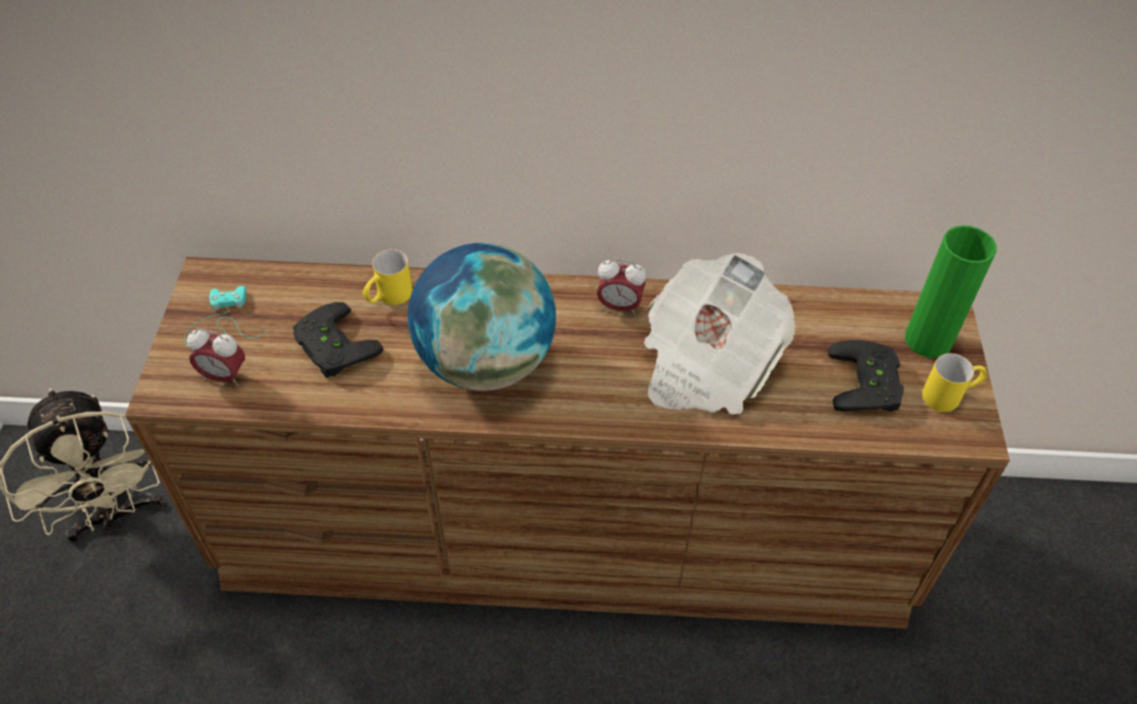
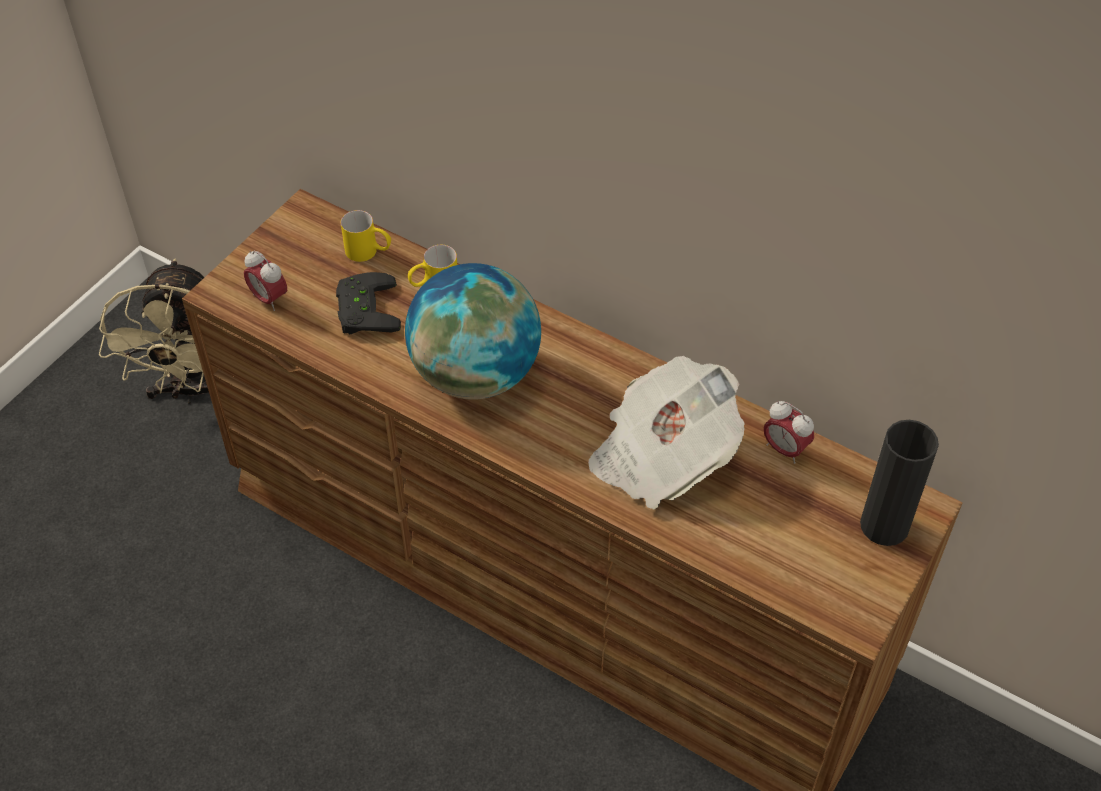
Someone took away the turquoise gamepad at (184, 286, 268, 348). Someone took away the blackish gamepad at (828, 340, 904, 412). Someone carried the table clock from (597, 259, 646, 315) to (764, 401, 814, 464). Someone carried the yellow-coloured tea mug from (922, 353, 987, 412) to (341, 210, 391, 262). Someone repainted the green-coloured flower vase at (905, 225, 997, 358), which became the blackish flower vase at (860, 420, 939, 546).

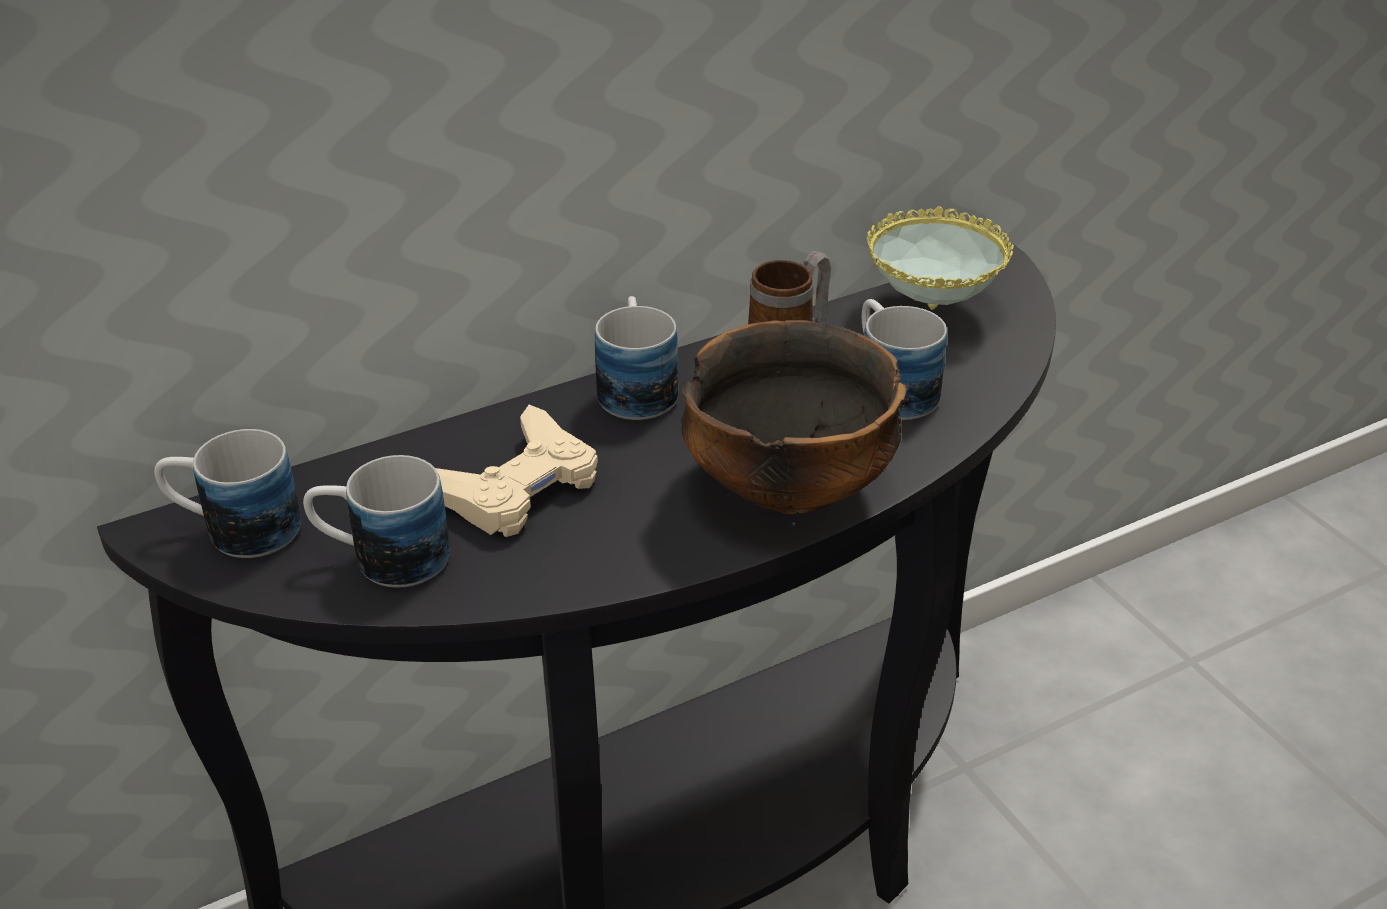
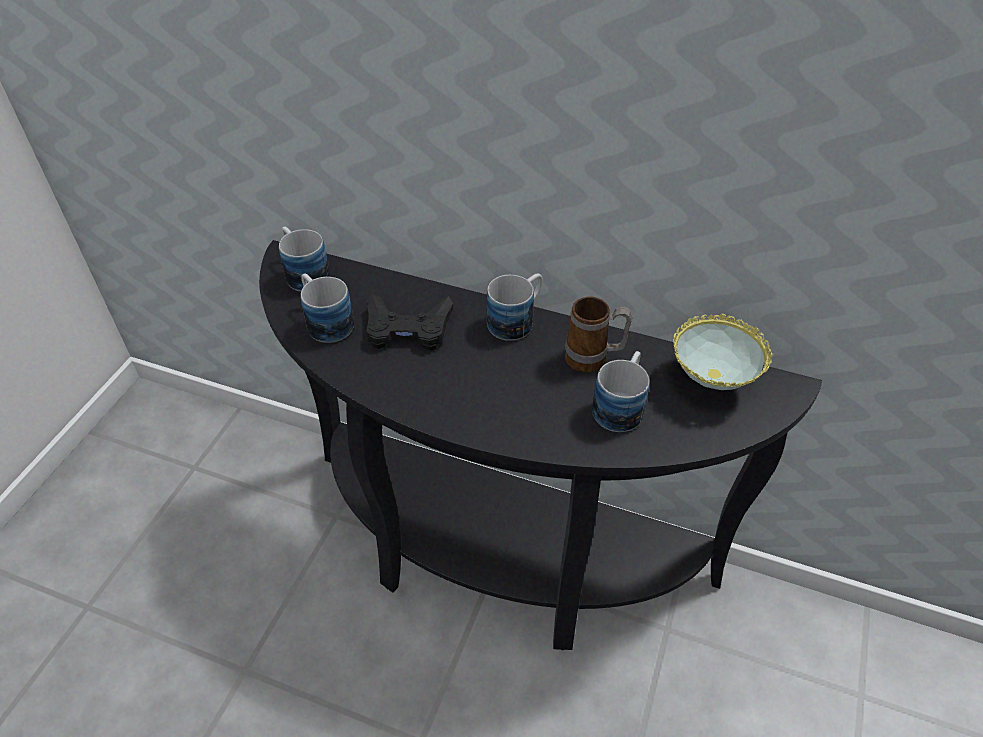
Someone took away the deep dish at (681, 320, 907, 514). Someone repainted the beige gamepad at (435, 405, 598, 537), which became the blackish gamepad at (366, 294, 453, 351).

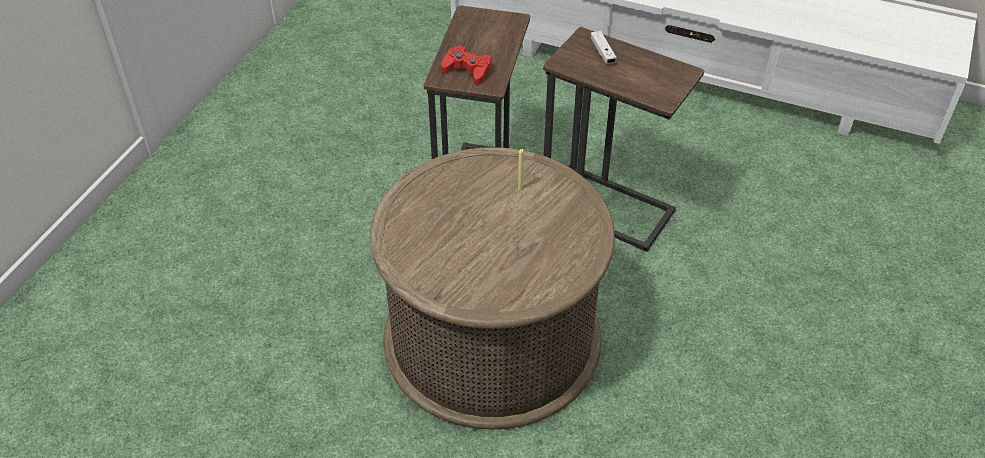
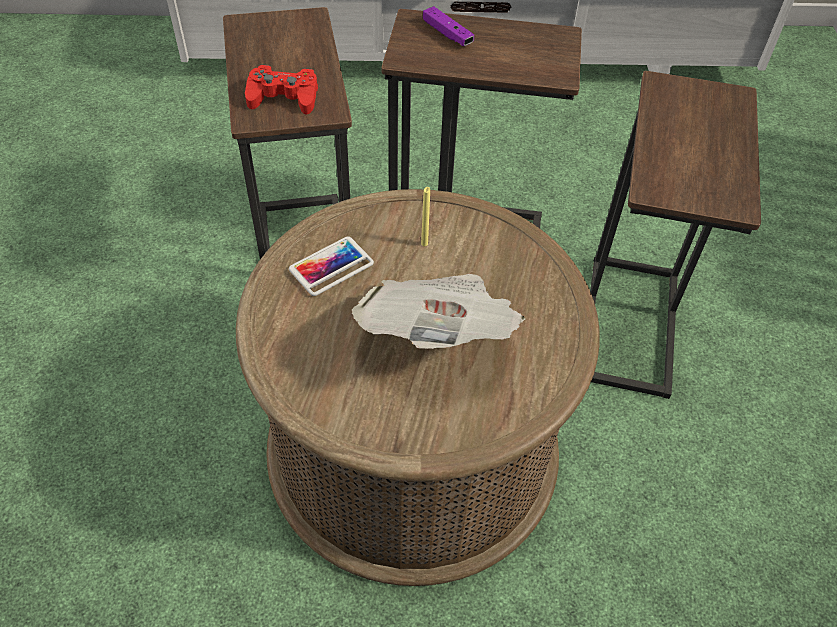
Someone put down the telephone at (289, 236, 374, 296). Someone put down the printed paper at (352, 274, 526, 349). Someone put down the brown side table at (590, 71, 761, 399). Someone repainted the whitish gamepad at (591, 31, 617, 64), which became the purplish gamepad at (423, 6, 474, 46).

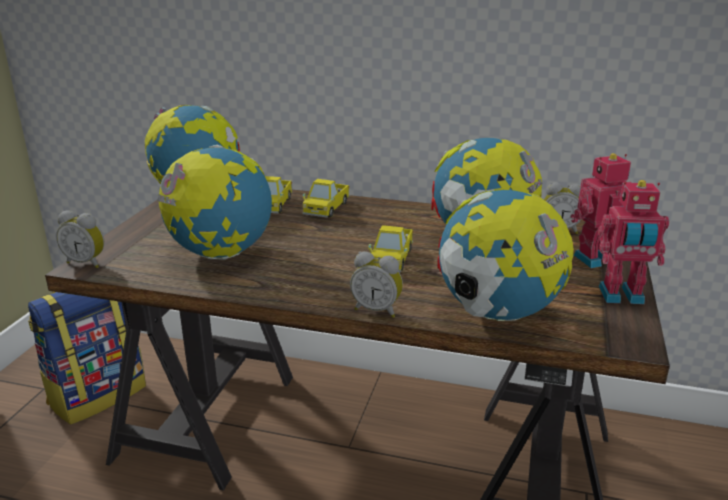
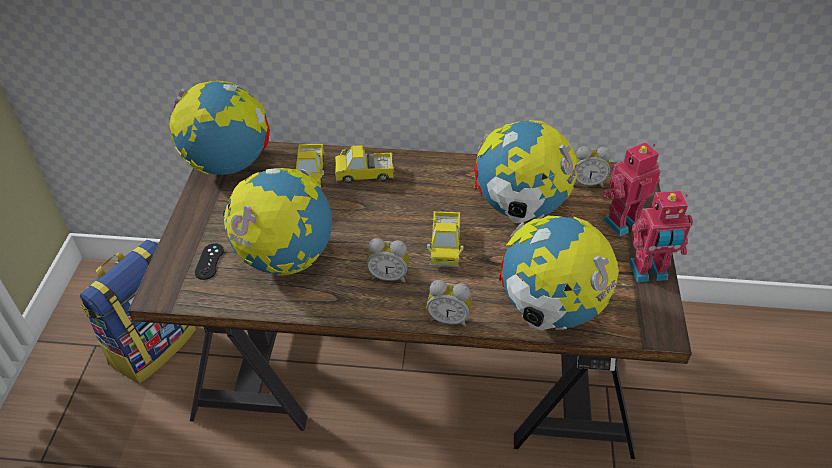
Someone put down the blackish gamepad at (195, 243, 224, 280). Someone carried the table clock from (56, 210, 104, 268) to (366, 238, 409, 283). Someone rotated the model truck at (302, 179, 350, 218) by 75 degrees clockwise.

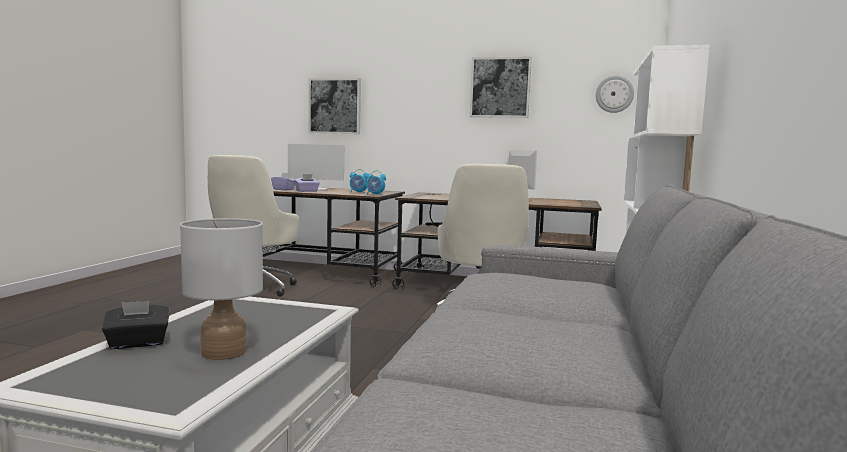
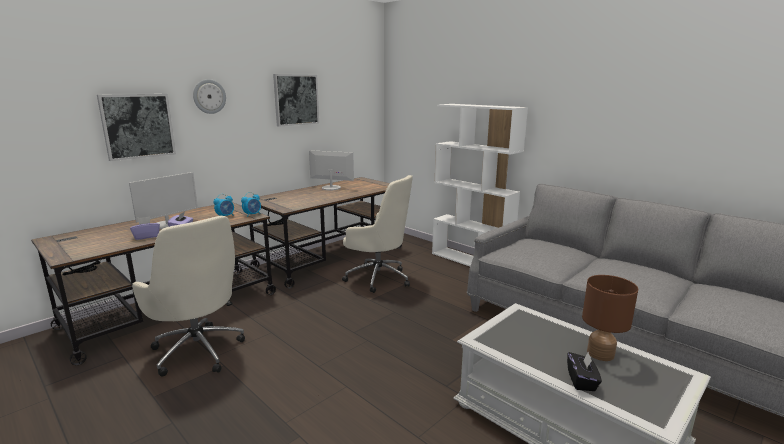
Someone carried the hanging clock from (596, 75, 634, 113) to (193, 79, 226, 114). Someone repainted the grey tabletop lamp at (180, 218, 263, 360), which became the brown tabletop lamp at (582, 275, 638, 361).

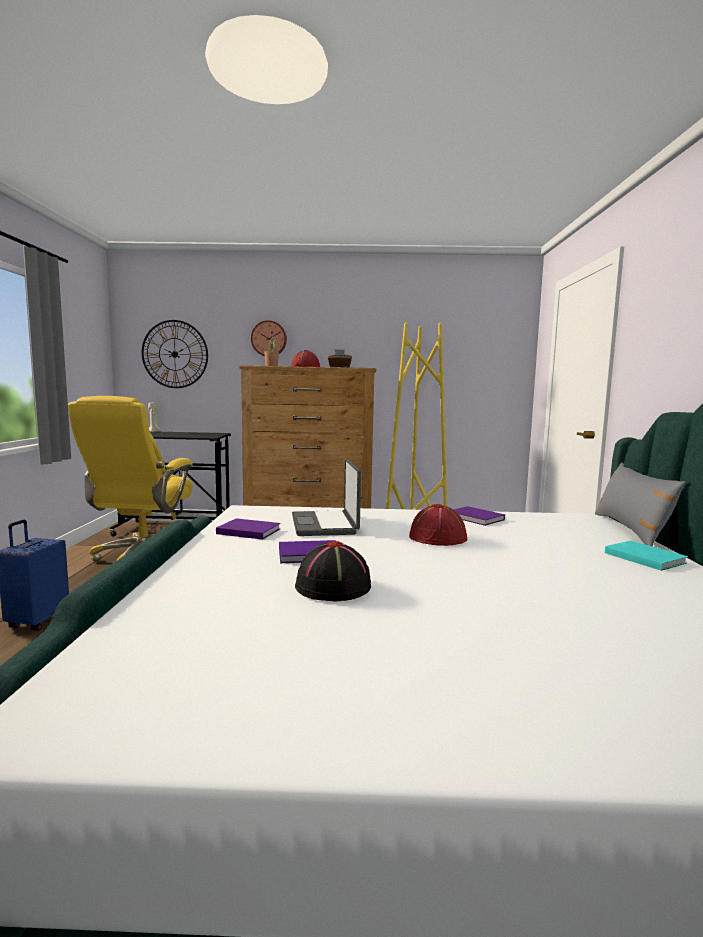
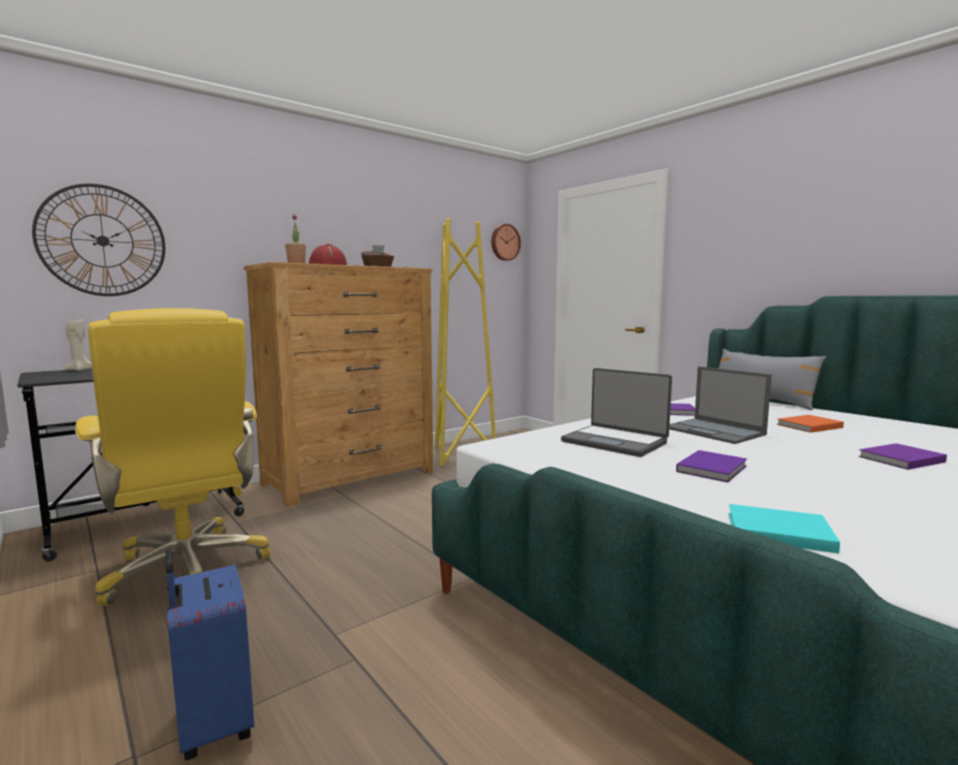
Someone took away the blackish wearable hat at (295, 541, 371, 601). Someone put down the orange book at (777, 415, 844, 433). Someone carried the purplish book from (216, 518, 280, 540) to (859, 443, 947, 470). Someone carried the hanging clock from (251, 320, 287, 356) to (491, 224, 521, 261). Someone carried the turquoise book from (605, 541, 688, 571) to (728, 504, 840, 554). Someone swapped the red-coloured wearable hat at (409, 504, 467, 546) for the portable computer at (669, 366, 772, 444).

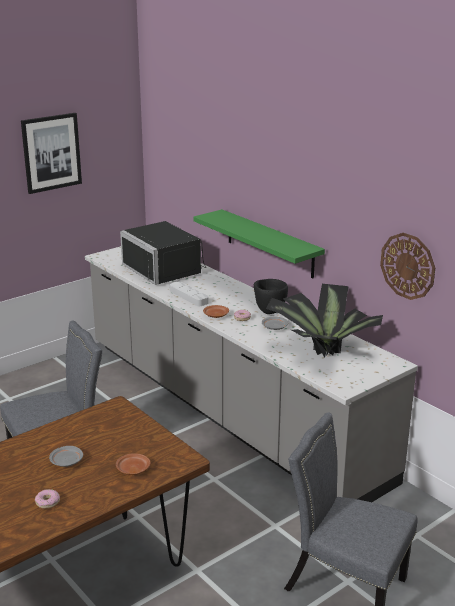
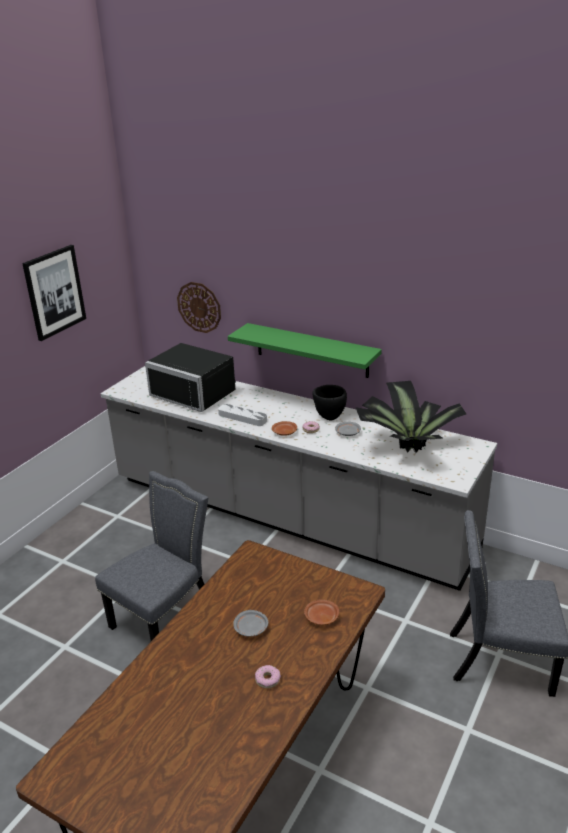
Someone carried the hanging clock from (380, 233, 435, 300) to (177, 282, 221, 333).

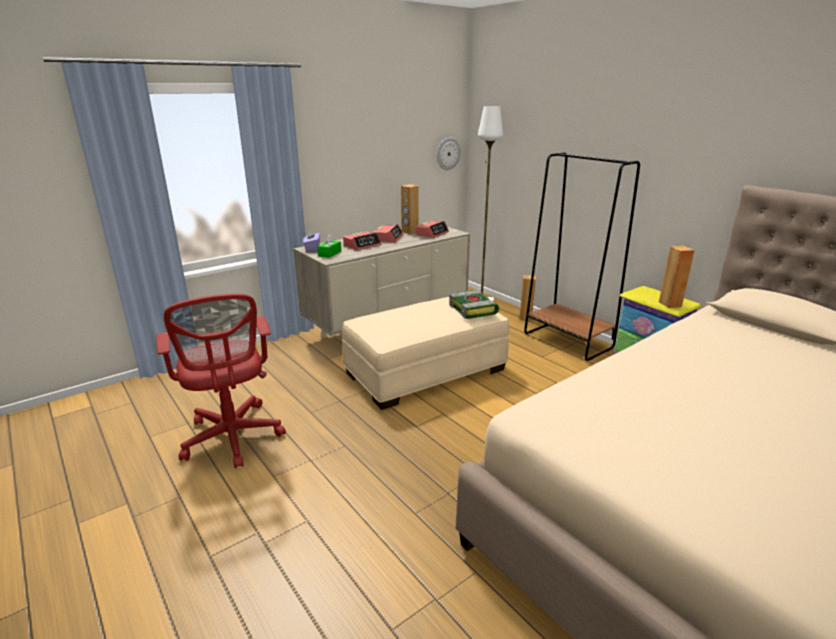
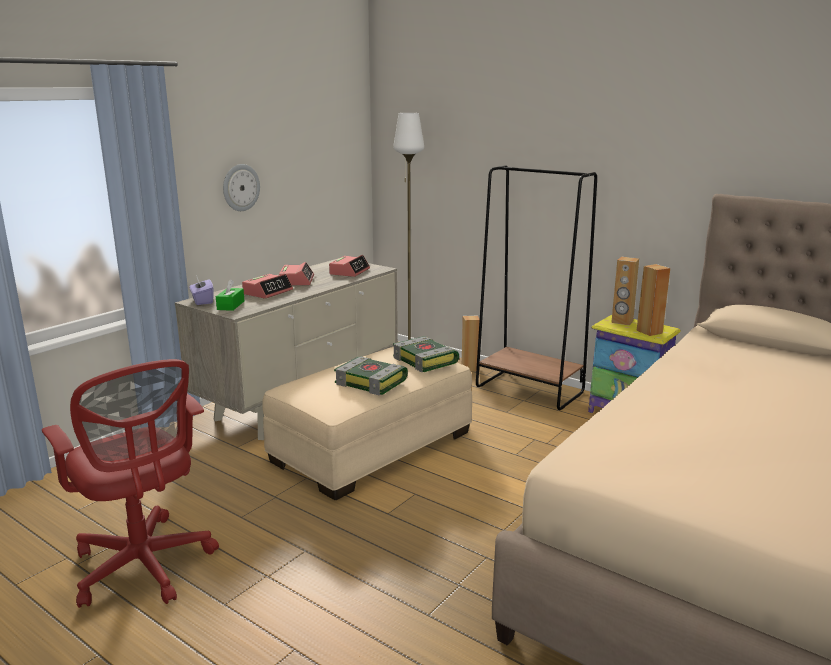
Someone put down the book at (334, 356, 408, 395). Someone carried the brown loudspeaker from (401, 184, 419, 234) to (611, 257, 639, 325). Someone carried the hanging clock from (437, 138, 461, 170) to (223, 164, 260, 211).

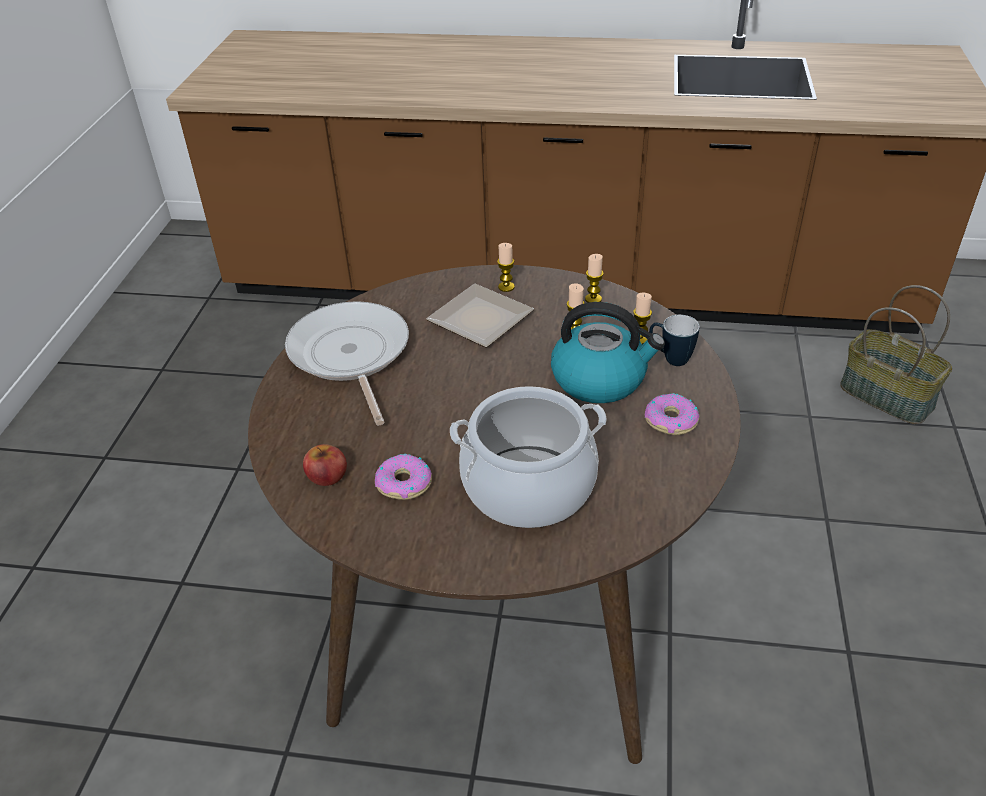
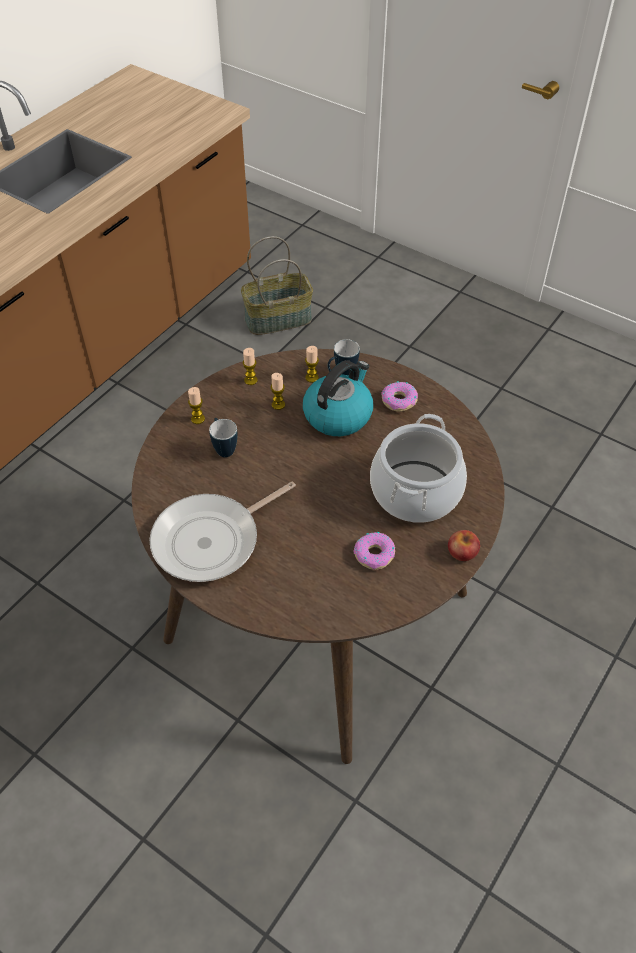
Someone carried the apple from (303, 444, 347, 486) to (448, 530, 480, 561). Someone swapped the plate at (426, 284, 534, 348) for the tea mug at (209, 418, 237, 457). Someone rotated the pan at (285, 301, 409, 425) by 45 degrees counterclockwise.

